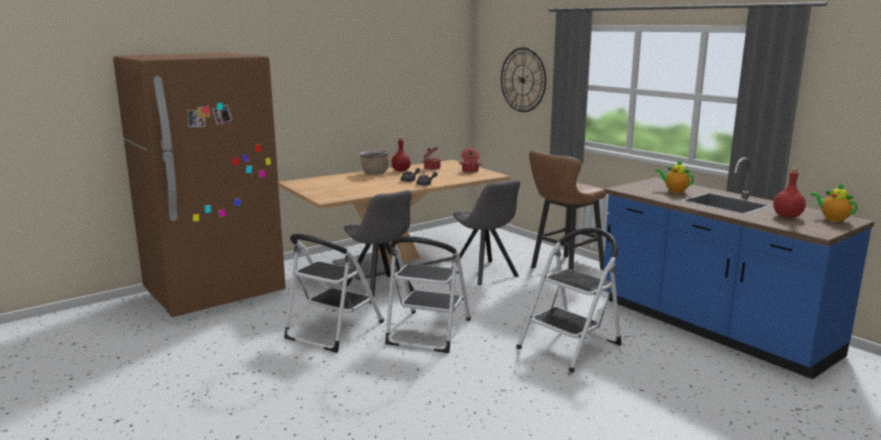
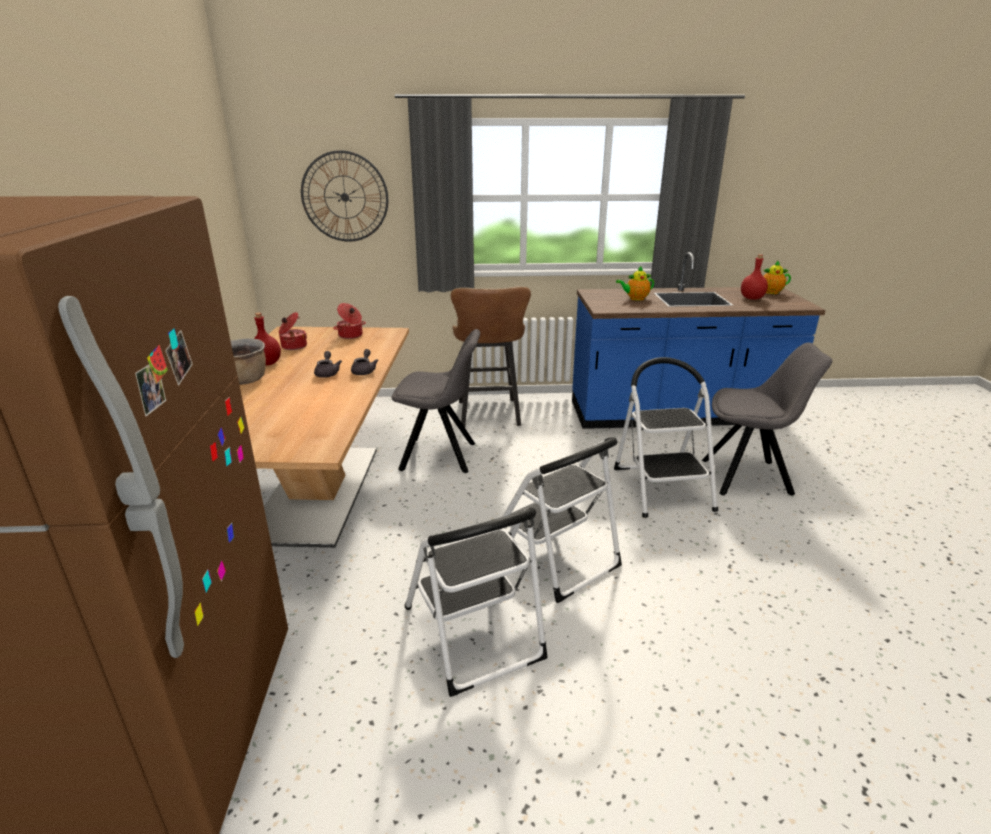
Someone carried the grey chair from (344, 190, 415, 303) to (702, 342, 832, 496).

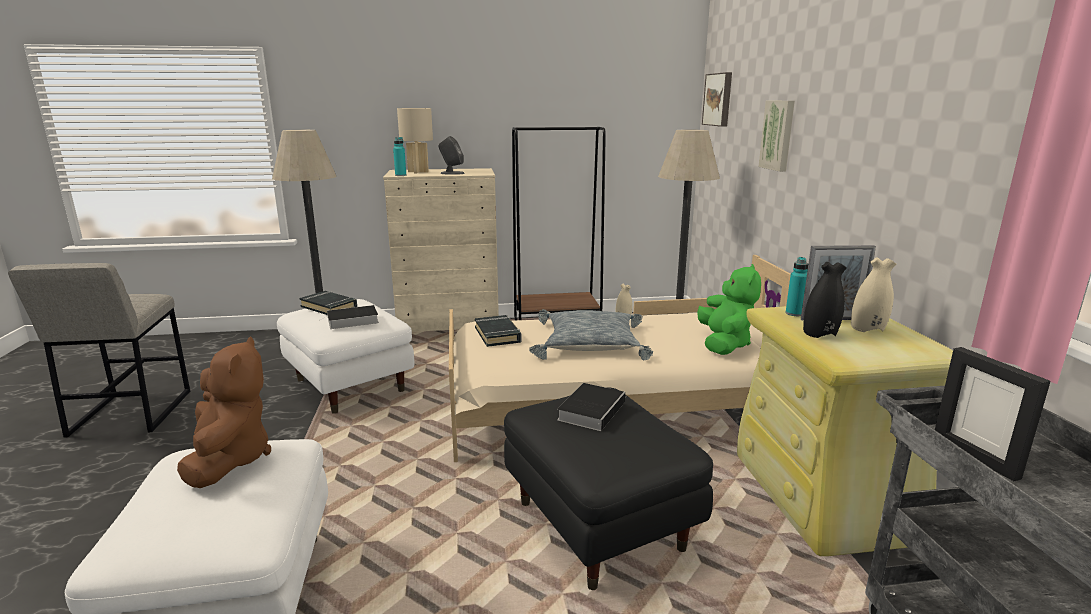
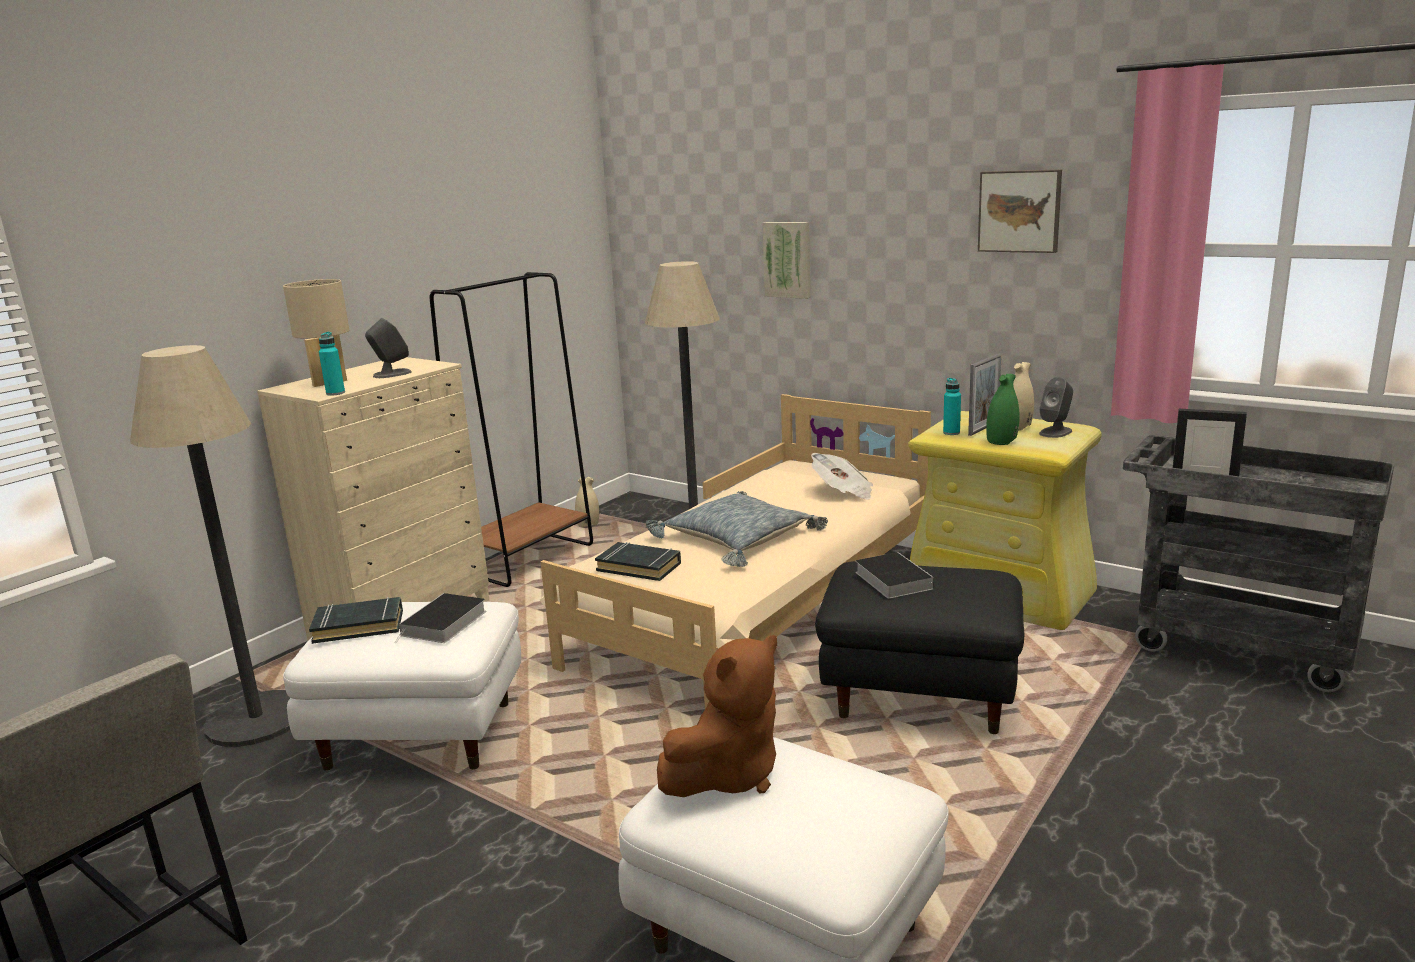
Someone put down the grey loudspeaker at (1039, 377, 1073, 438). Someone carried the picture from (702, 72, 732, 127) to (978, 169, 1062, 253). Someone swapped the green-coloured plush toy at (697, 264, 761, 355) for the printed paper at (811, 453, 873, 500). Someone repainted the blackish flower vase at (803, 262, 847, 338), which became the green-coloured flower vase at (986, 374, 1020, 445). Someone rotated the brown plush toy at (177, 336, 271, 488) by 105 degrees clockwise.

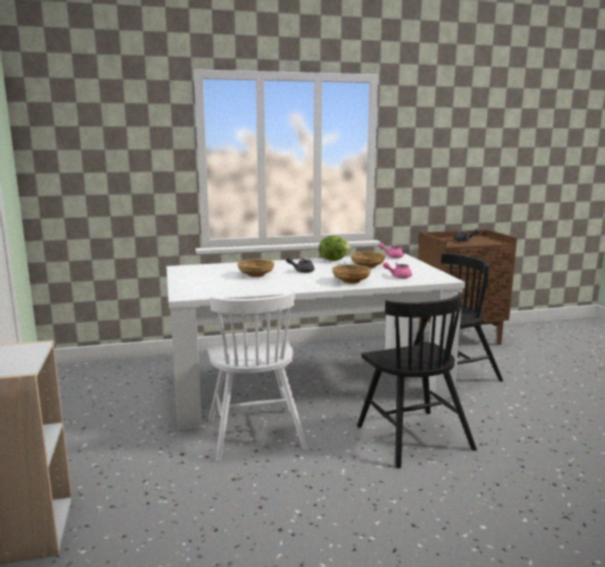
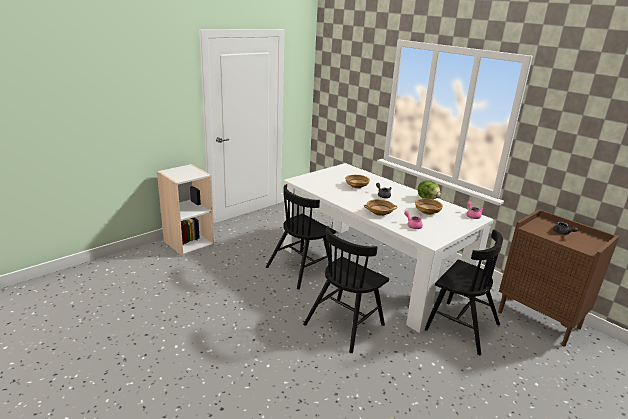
Someone repainted the whitish chair at (208, 291, 308, 461), which became the blackish chair at (266, 184, 336, 290).

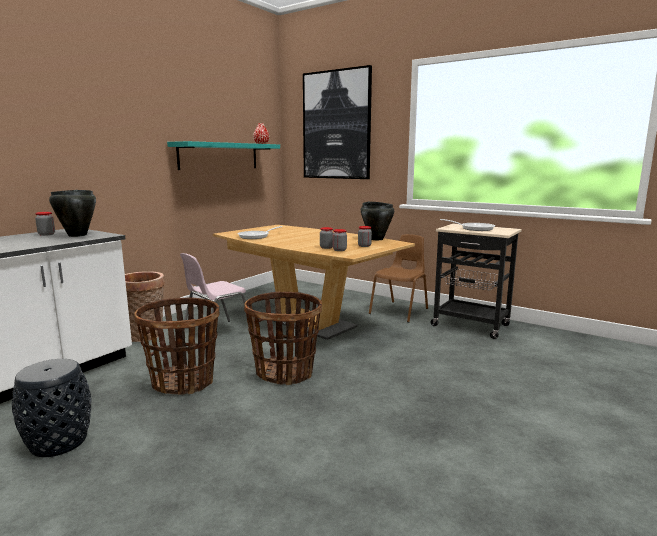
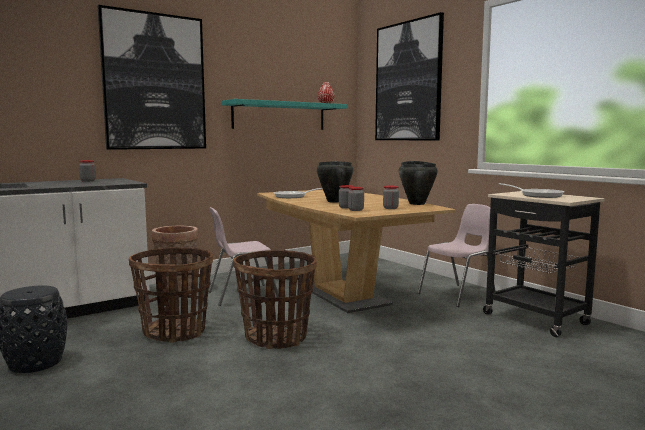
Someone put up the picture at (98, 5, 206, 150). Someone carried the blackish cooking pot from (49, 190, 96, 237) to (317, 161, 353, 203). Someone repainted the brown chair at (369, 234, 428, 322), which became the pink-coloured chair at (418, 204, 495, 307).

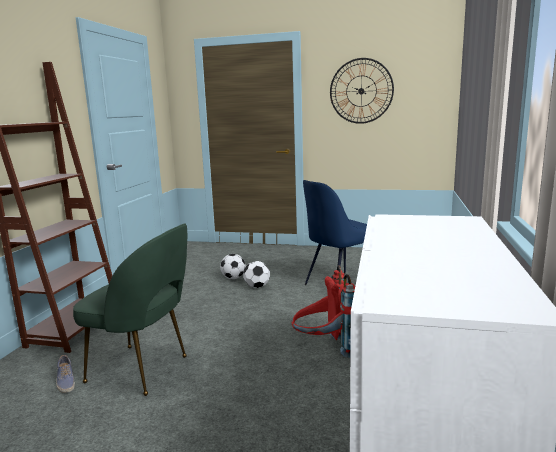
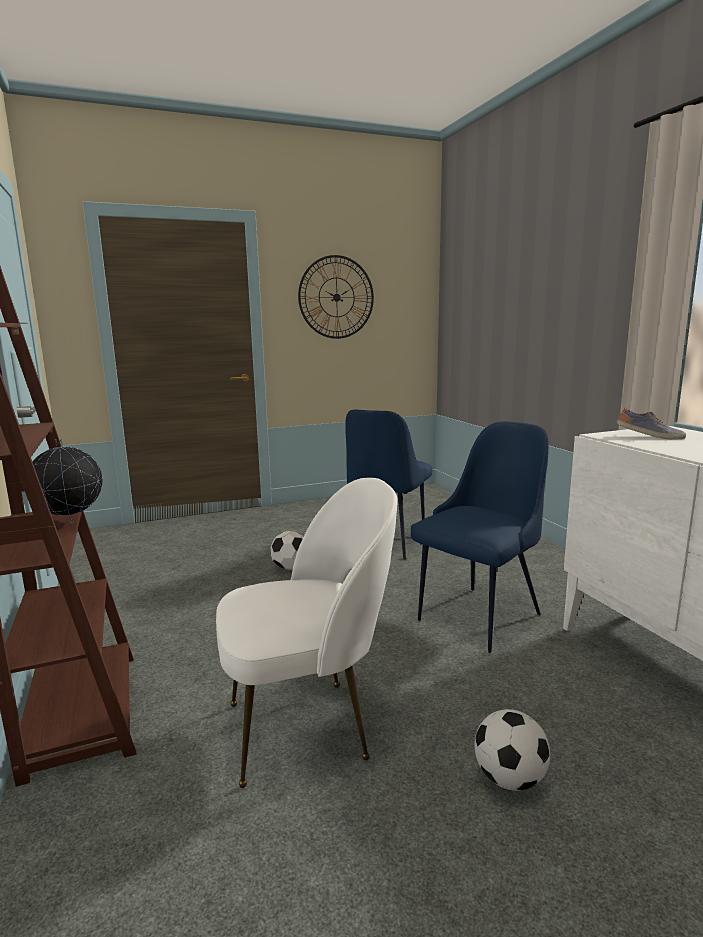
Someone put down the globe at (32, 439, 103, 523). Someone carried the item of footwear from (56, 355, 75, 393) to (617, 408, 686, 440). Someone carried the ball for football from (220, 254, 246, 279) to (475, 709, 550, 791). Someone swapped the red-coloured knapsack at (291, 265, 355, 358) for the blue chair at (411, 421, 549, 653). Someone repainted the green-coloured chair at (73, 223, 187, 396), which became the whitish chair at (216, 478, 398, 788).

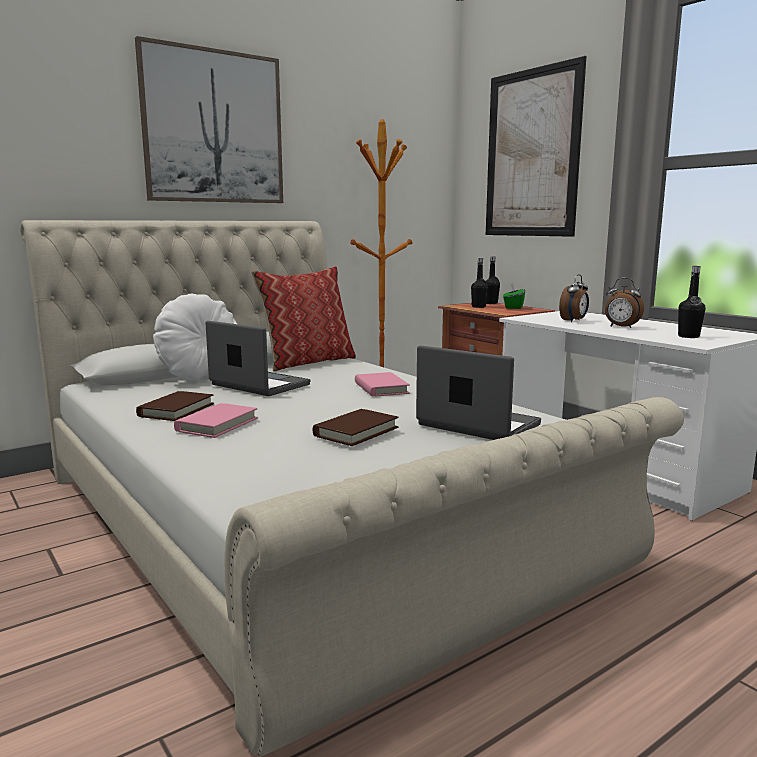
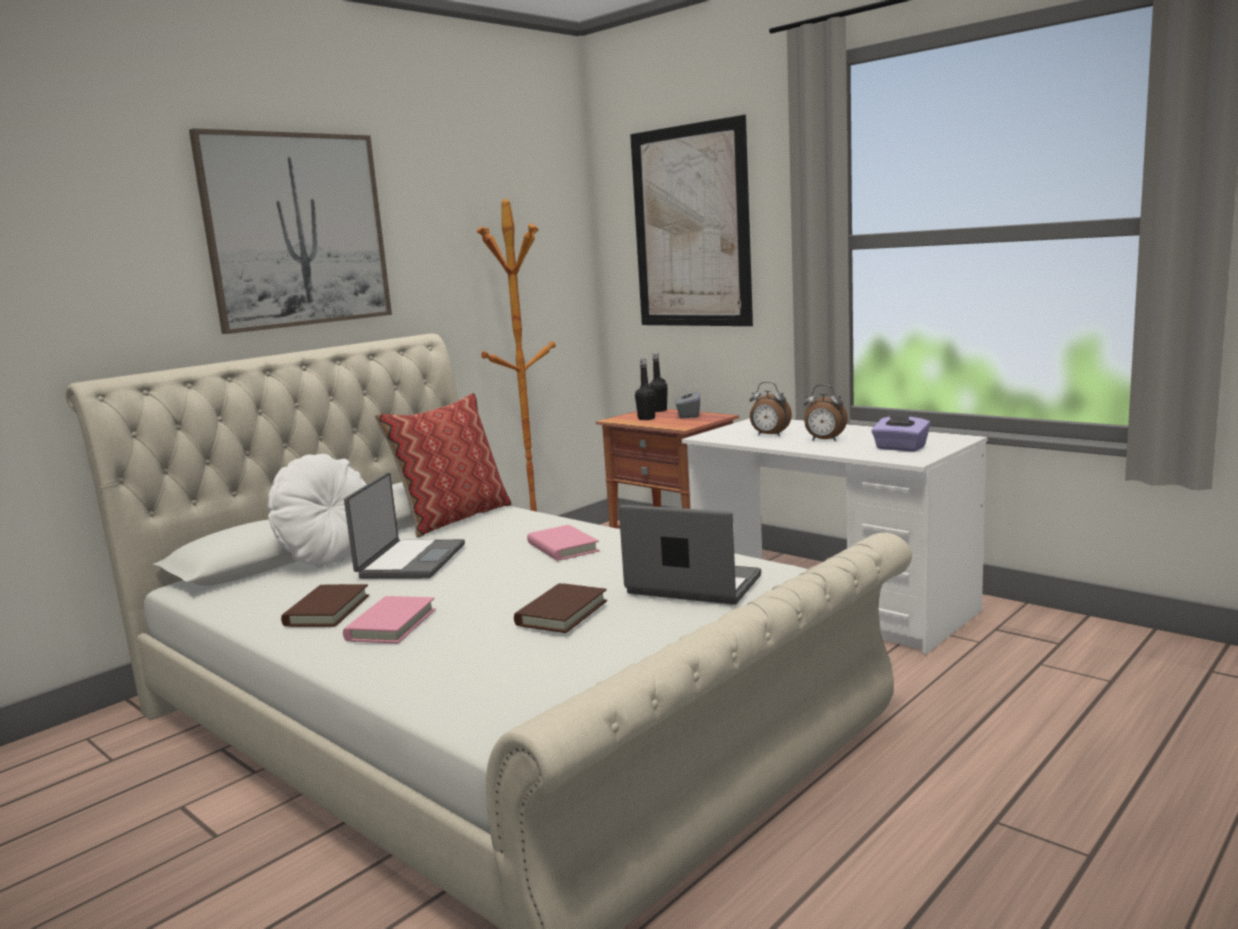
Someone swapped the blackish beverage bottle at (678, 266, 705, 338) for the purplish box of tissues at (871, 410, 930, 452). Someone repainted the green-coloured box of tissues at (503, 283, 525, 309), which became the grey box of tissues at (675, 386, 700, 418). Someone rotated the portable computer at (206, 321, 310, 396) by 75 degrees clockwise. Someone rotated the table clock at (559, 274, 589, 322) by 90 degrees clockwise.

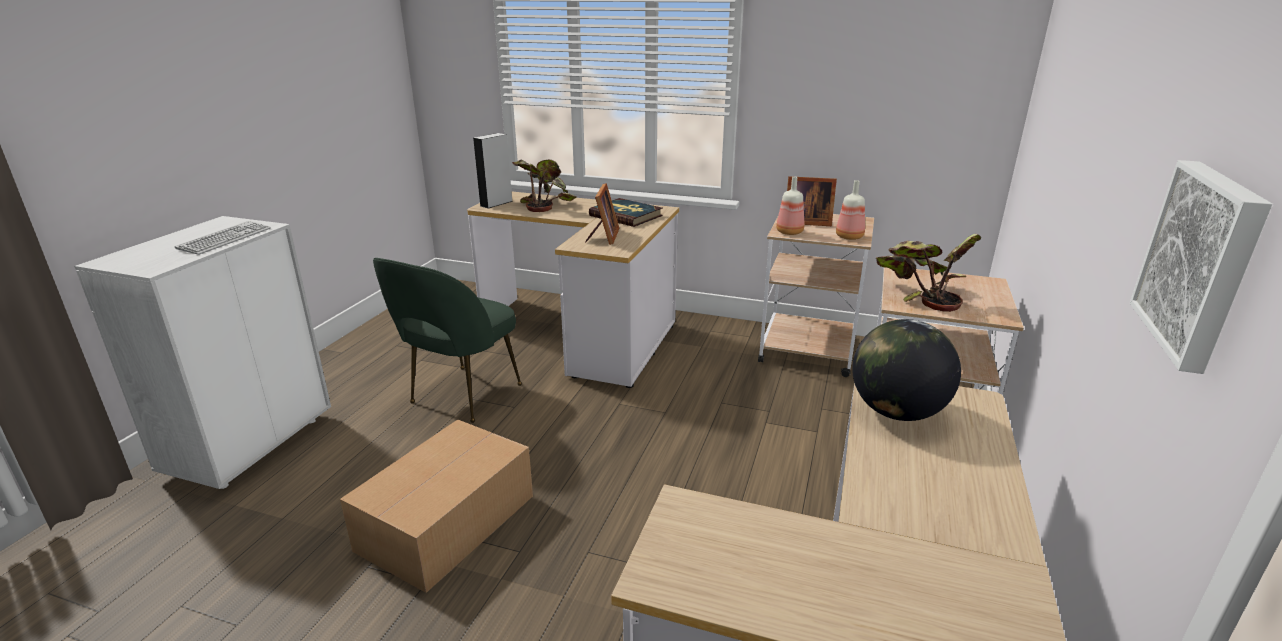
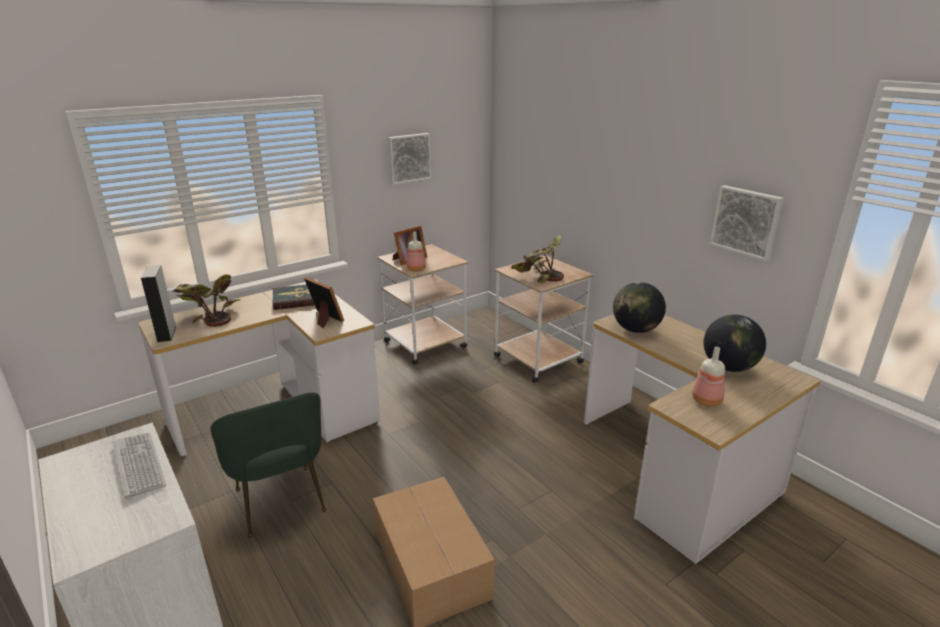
Someone put up the picture at (388, 133, 431, 185). Someone put down the globe at (704, 315, 766, 372). Someone carried the beverage bottle from (836, 180, 865, 240) to (692, 347, 725, 406).

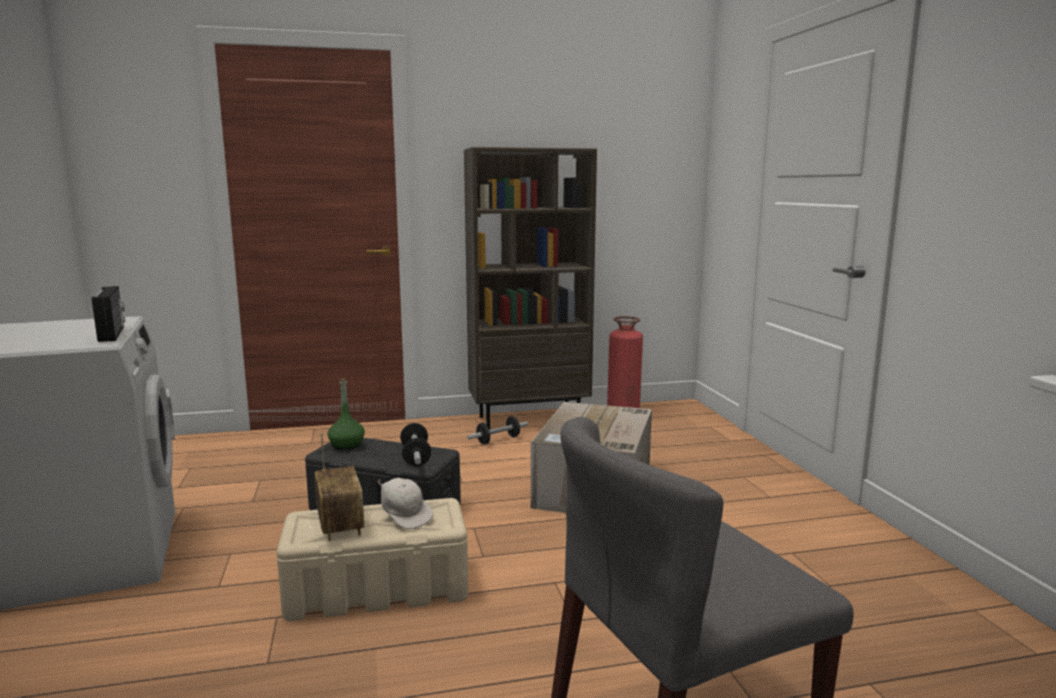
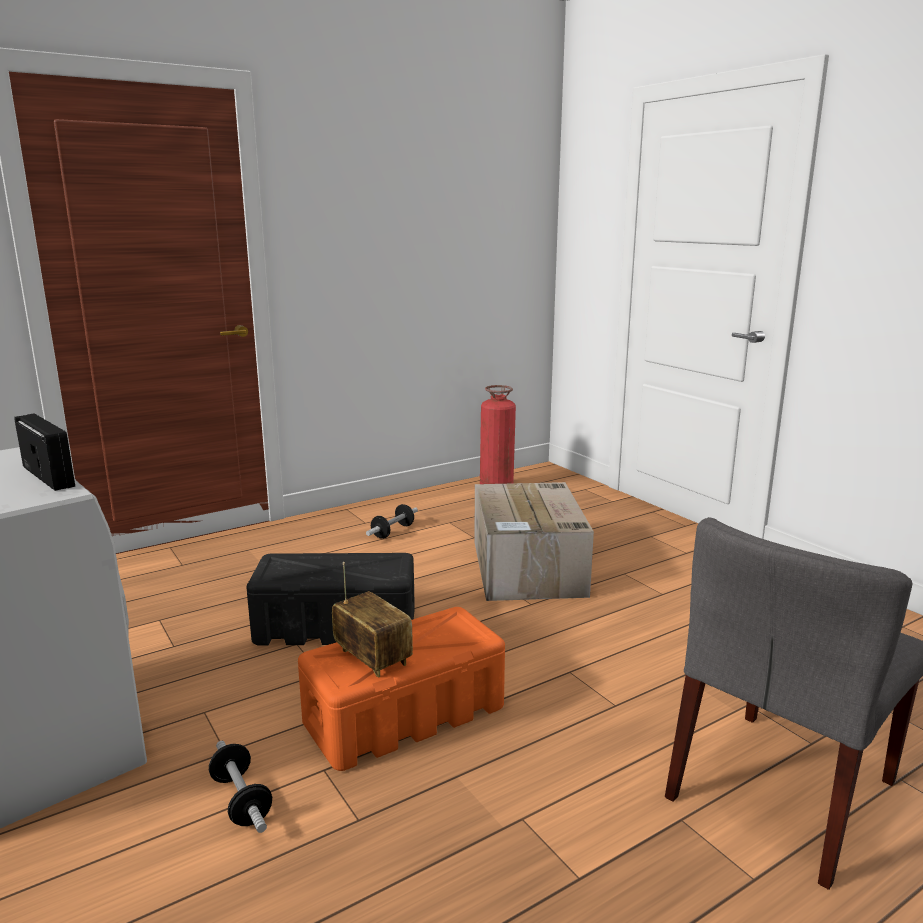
Someone took away the green-coloured beverage bottle at (328, 379, 365, 450). Someone took away the whitish baseball cap at (377, 478, 433, 529). Someone took away the brown bookshelf at (464, 147, 597, 430). Someone carried the hand weight from (400, 423, 431, 466) to (209, 741, 272, 833). Someone repainted the beige storage container at (277, 498, 468, 621), which became the orange storage container at (298, 607, 505, 771).

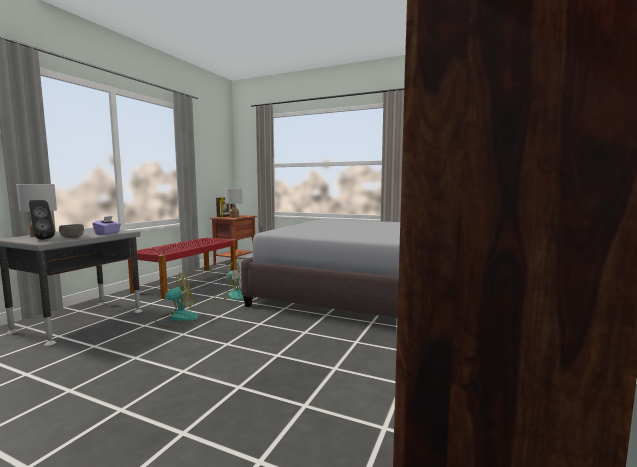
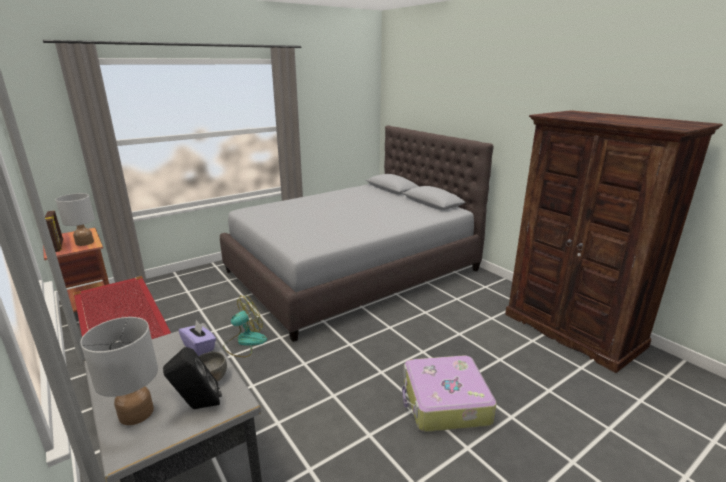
Someone took away the fan at (155, 273, 198, 328). Someone put down the suitcase at (402, 355, 496, 432).

